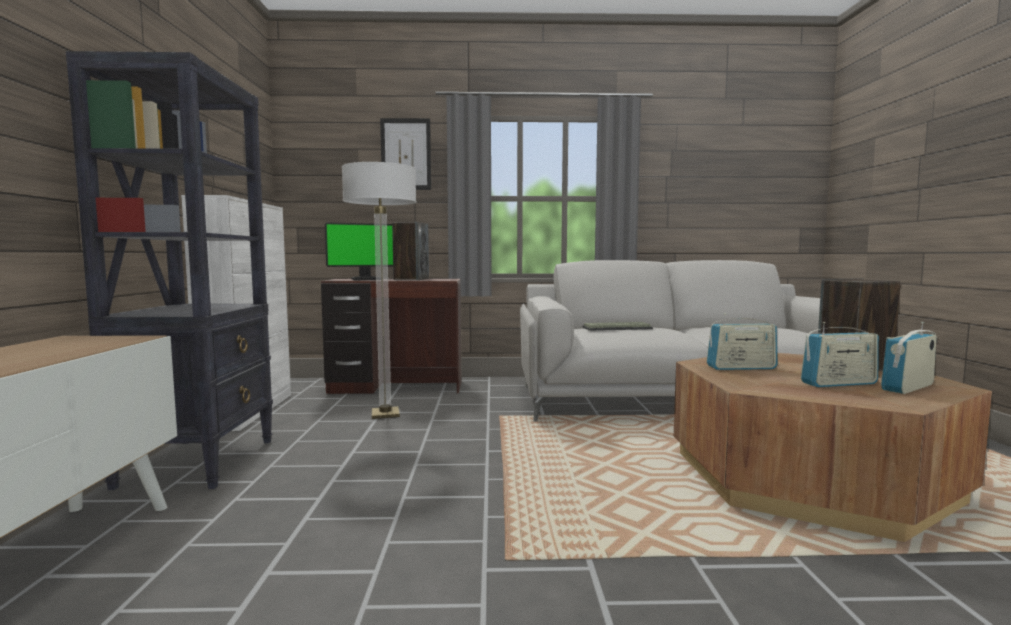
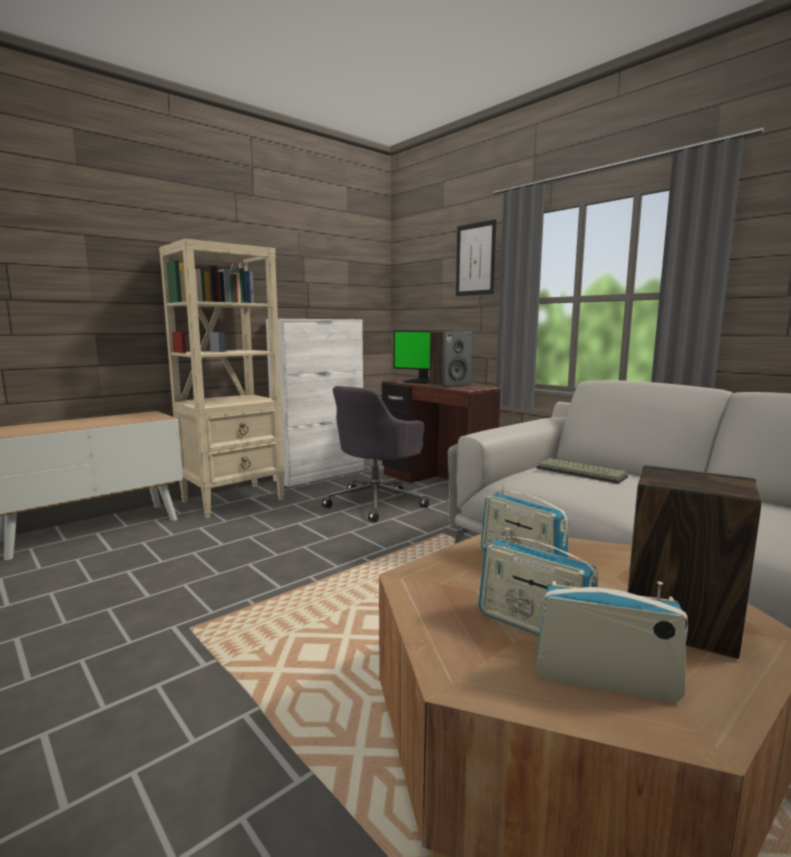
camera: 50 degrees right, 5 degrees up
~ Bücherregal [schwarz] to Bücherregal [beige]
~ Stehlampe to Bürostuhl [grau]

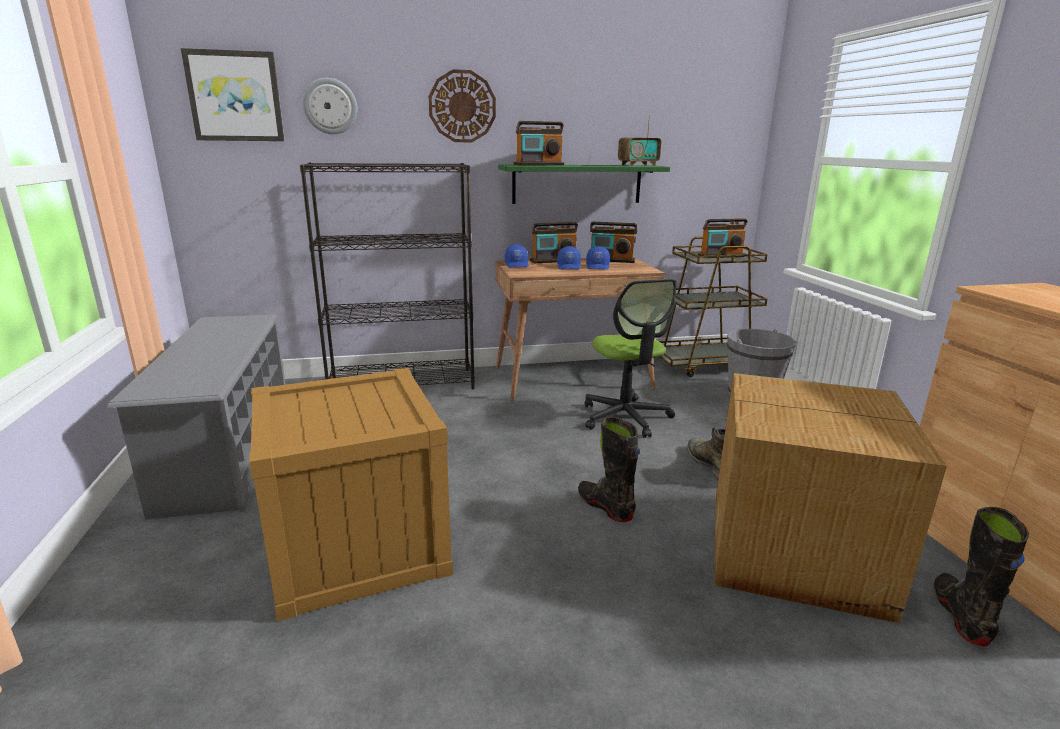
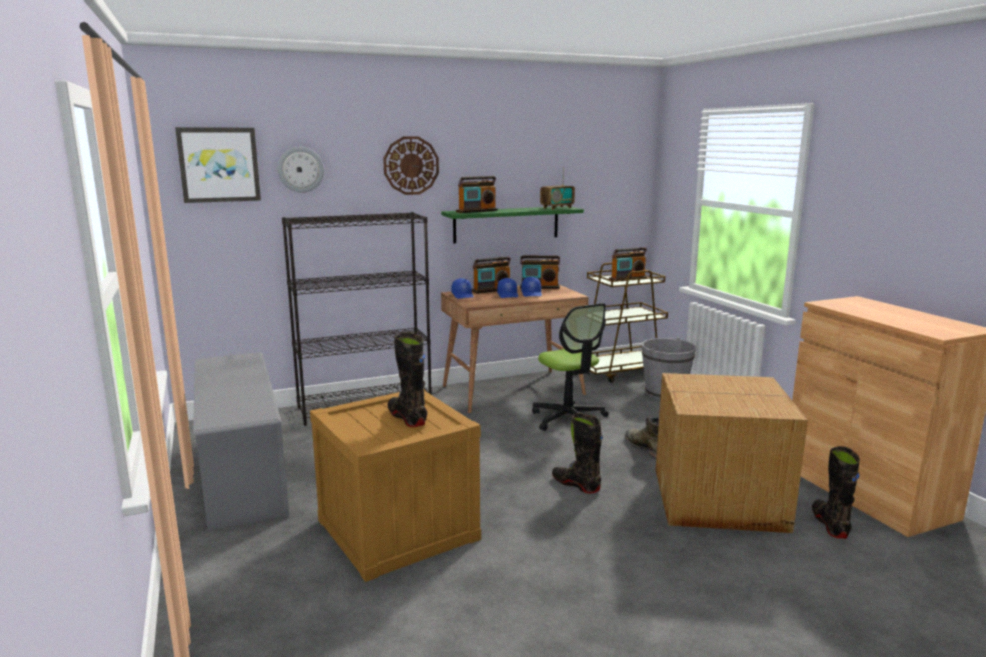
camera: 10 degrees left, 5 degrees down
+ Stiefel [schwarz] (no. 1 from left)

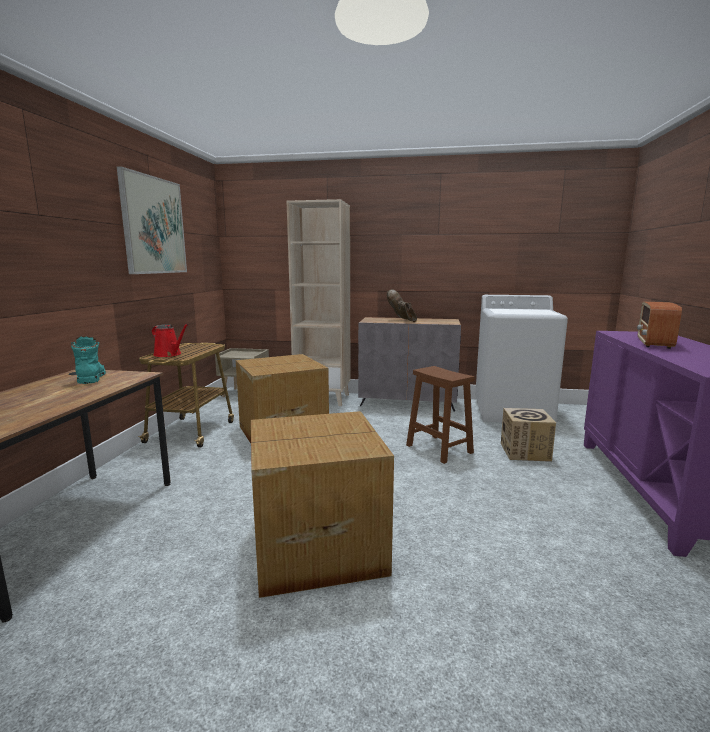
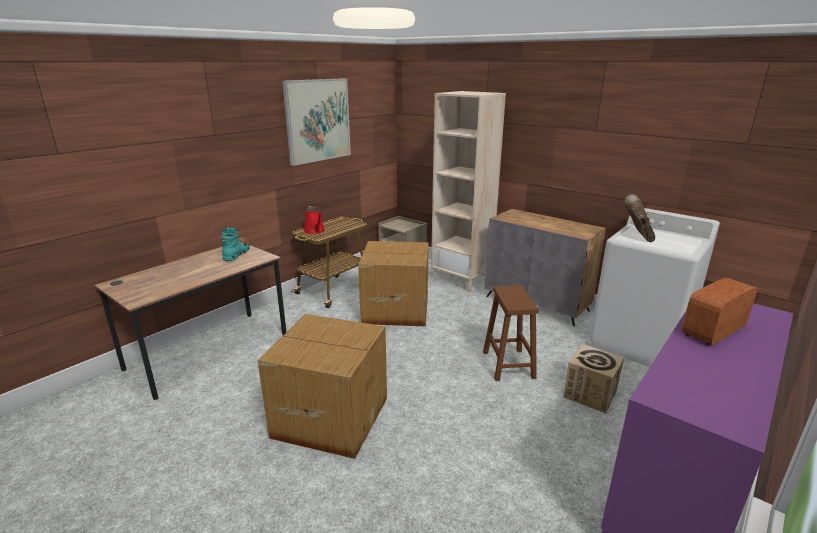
camera: 30 degrees right, 10 degrees up
~ Stiefel [braun]

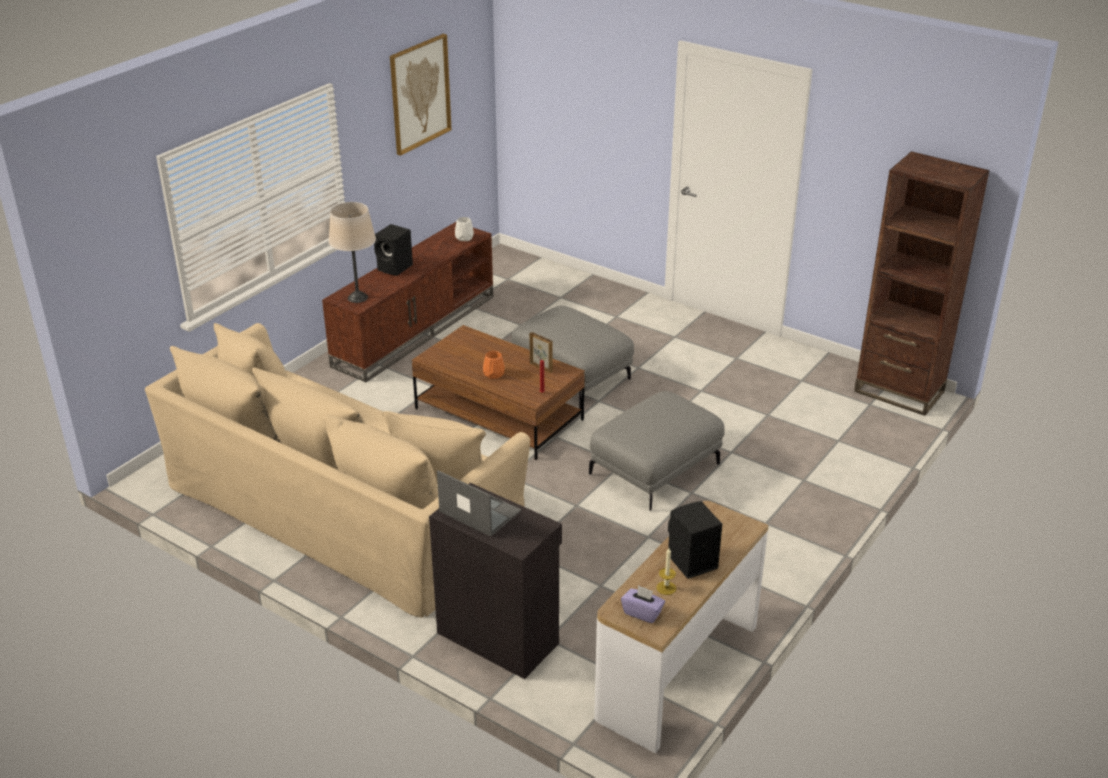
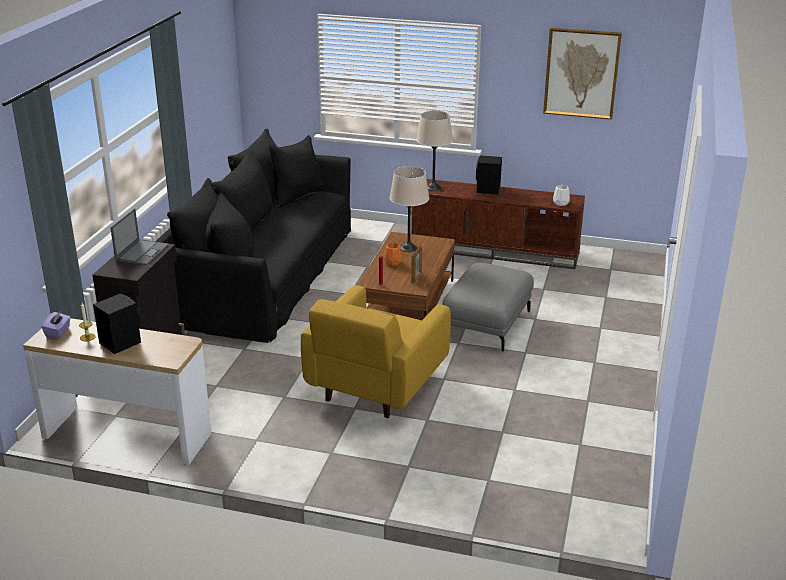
camera: 70 degrees right, 5 degrees down
~ Sofa [beige] to Sofa [schwarz]
~ Polsterhocker [grau] (no. 2 from left) to Sessel [gelb]
+ Tischlampe [beige] (no. 1 from left)
- Bücherregal [braun]

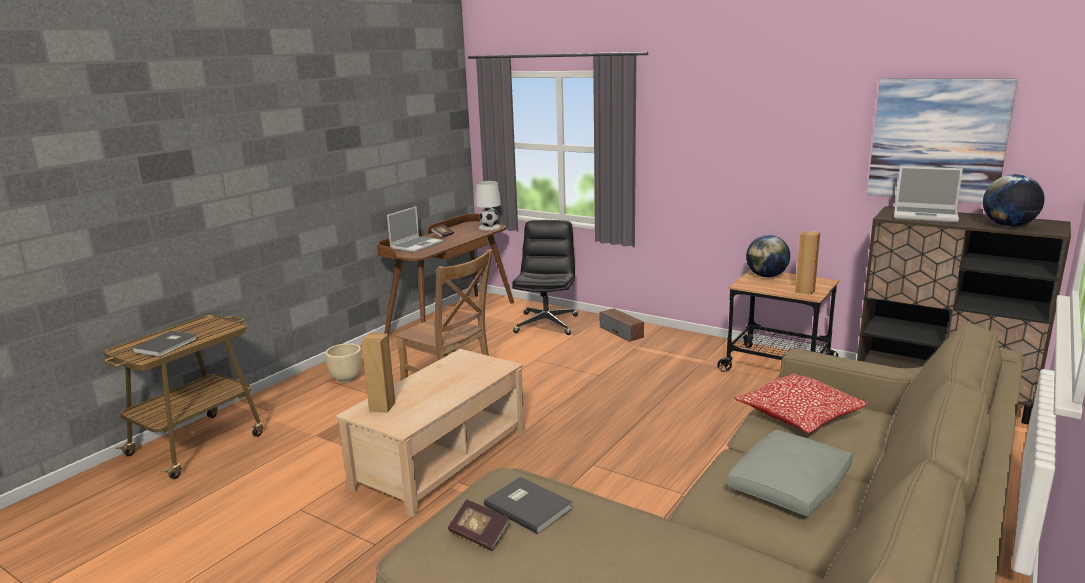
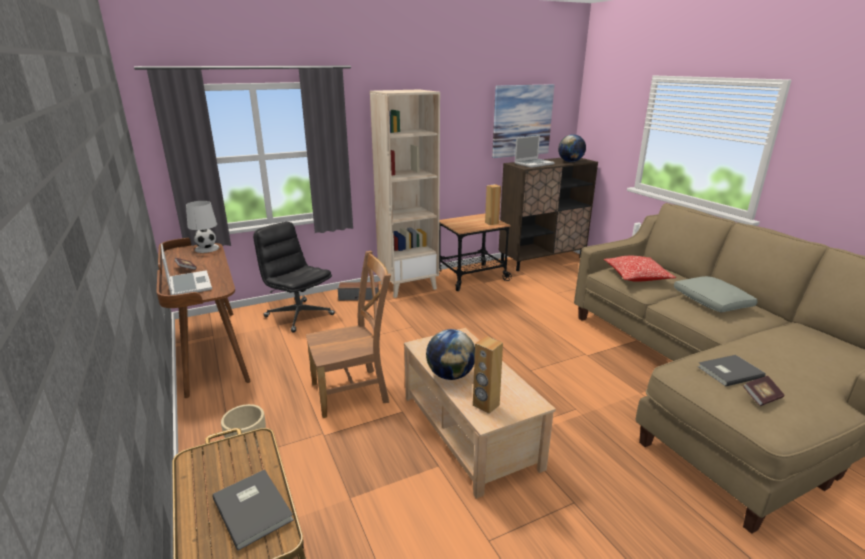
camera: 60 degrees left, 5 degrees up
+ Bücherregal [beige]
~ Globus (no. 1 from left)

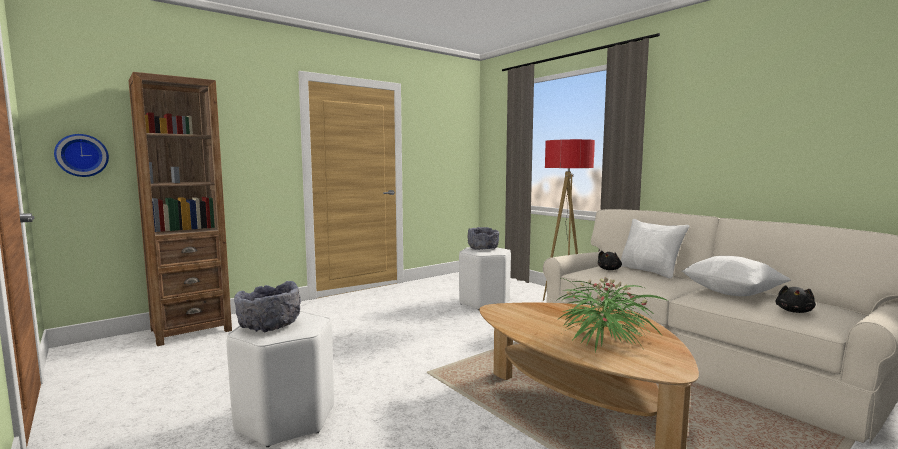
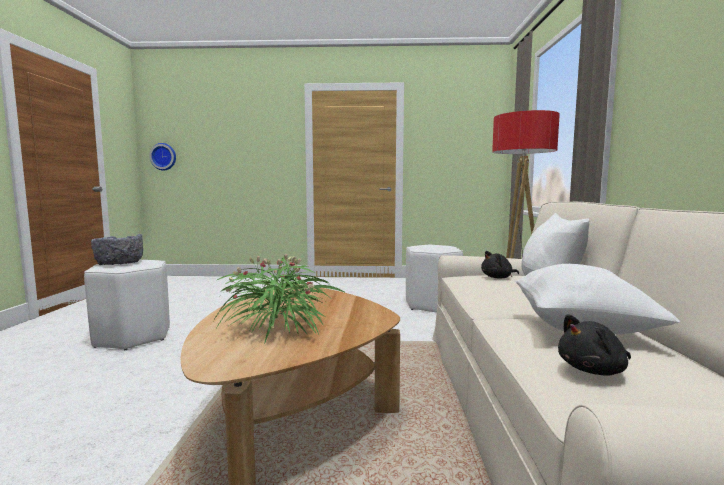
camera: 40 degrees right, 0 degrees up
- Bücherregal [braun]
- Schüssel [grau] (no. 2 from left)

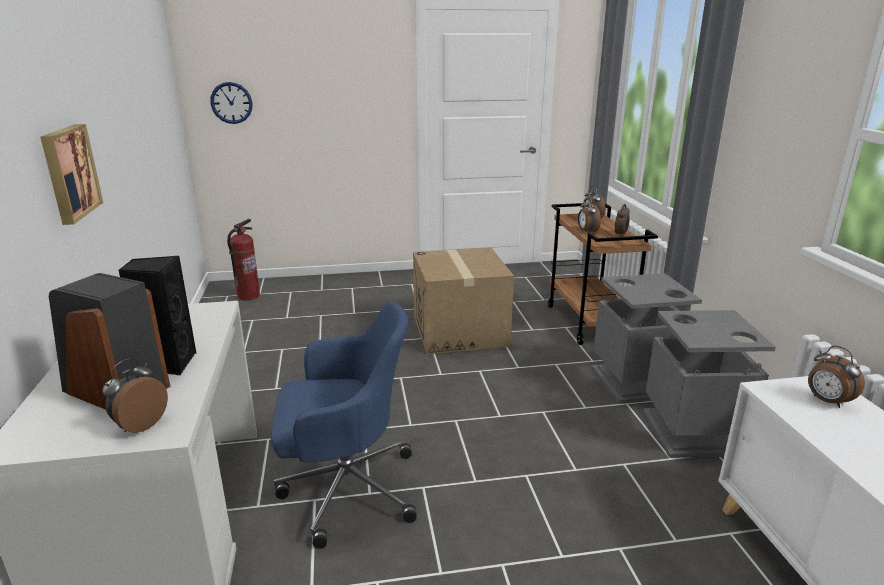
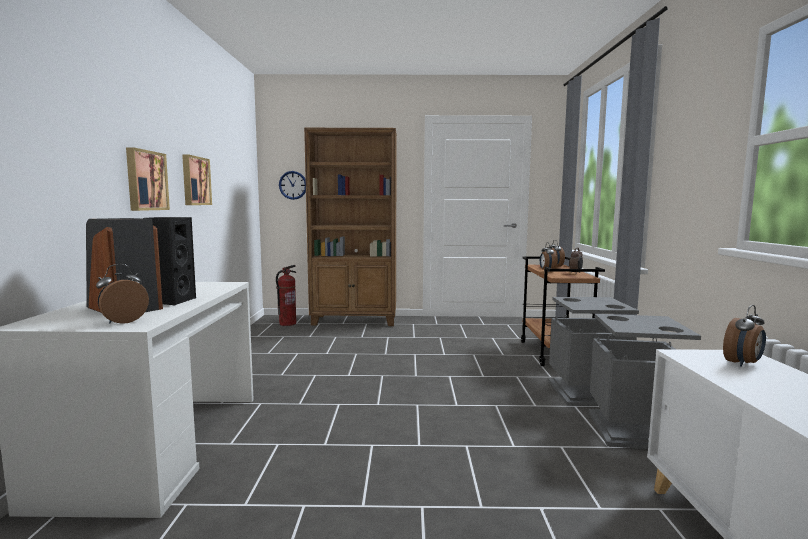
camera: 10 degrees right, 15 degrees down
+ Bild (no. 2 from left)
+ Bücherregal [braun]
~ Wecker (no. 5 from left) 105 degrees counterclockwise
- Bürostuhl [blau]
- Karton

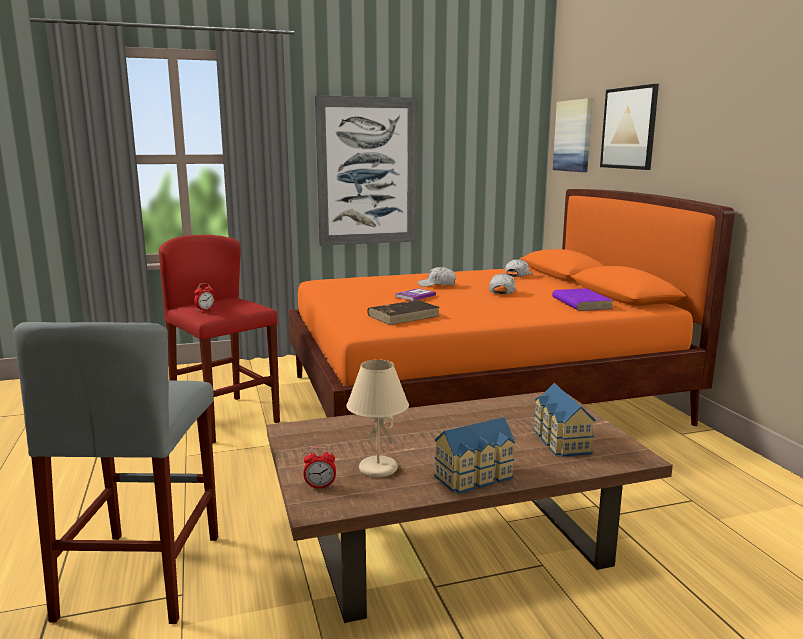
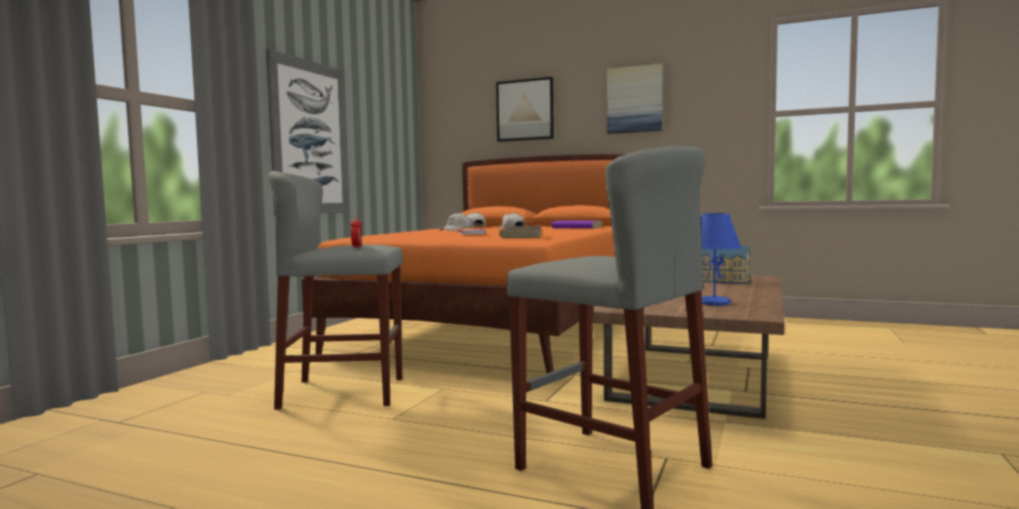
camera: 50 degrees left, 10 degrees down
~ Hocker [rot] to Hocker [grau] (no. 1 from left)
~ Bild (no. 2 from left in the first image) to Bild (no. 3 from left)
~ Tischlampe [beige] to Tischlampe [blau]
- Wecker (no. 2 from left)
- Spielzeughaus (no. 1 from left)

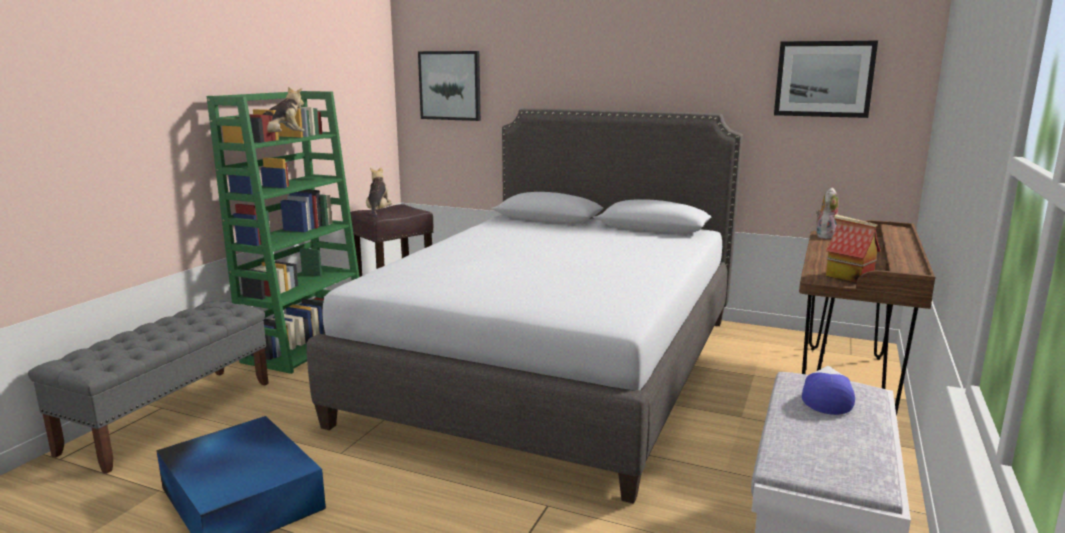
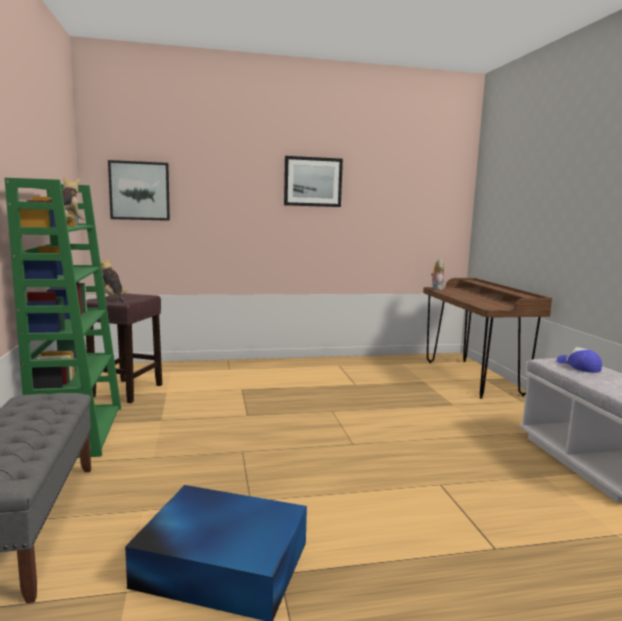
camera: 35 degrees left, 5 degrees down
~ Bild (no. 2 from left)
- Bett [grau]
- Spielzeughaus

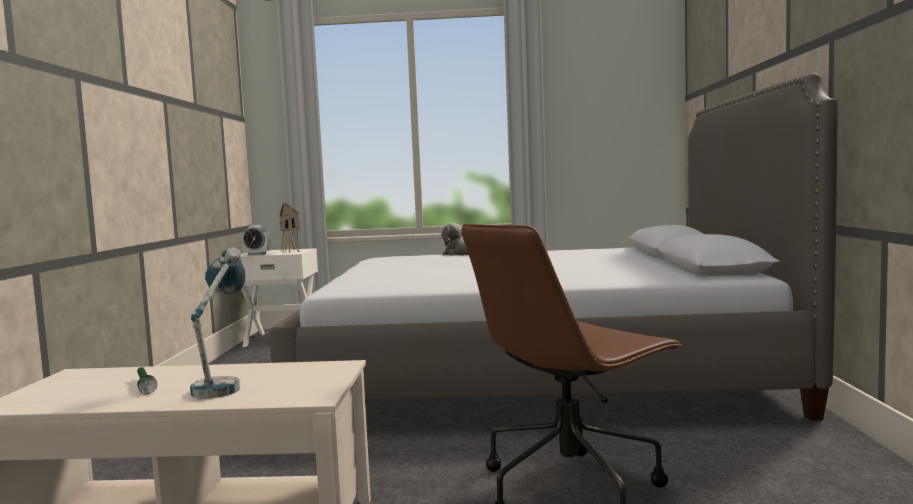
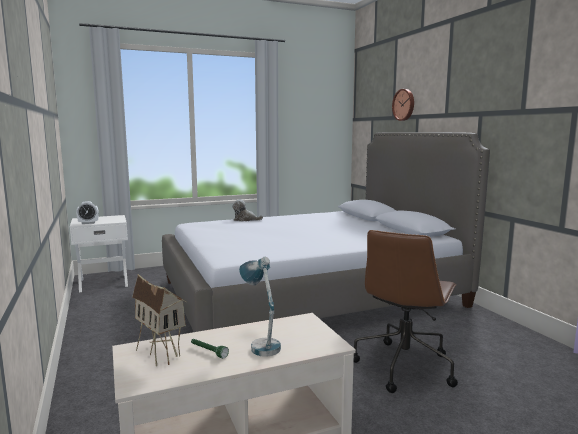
camera: 25 degrees left, 5 degrees up
~ Spielzeughaus
+ Wanduhr

